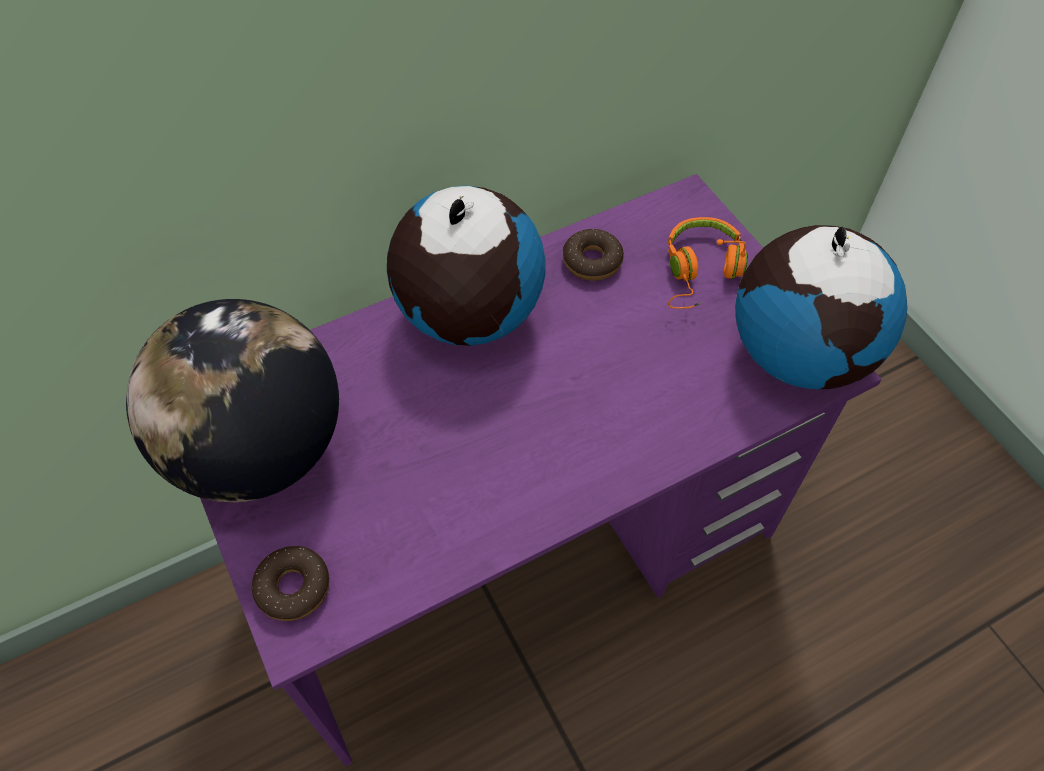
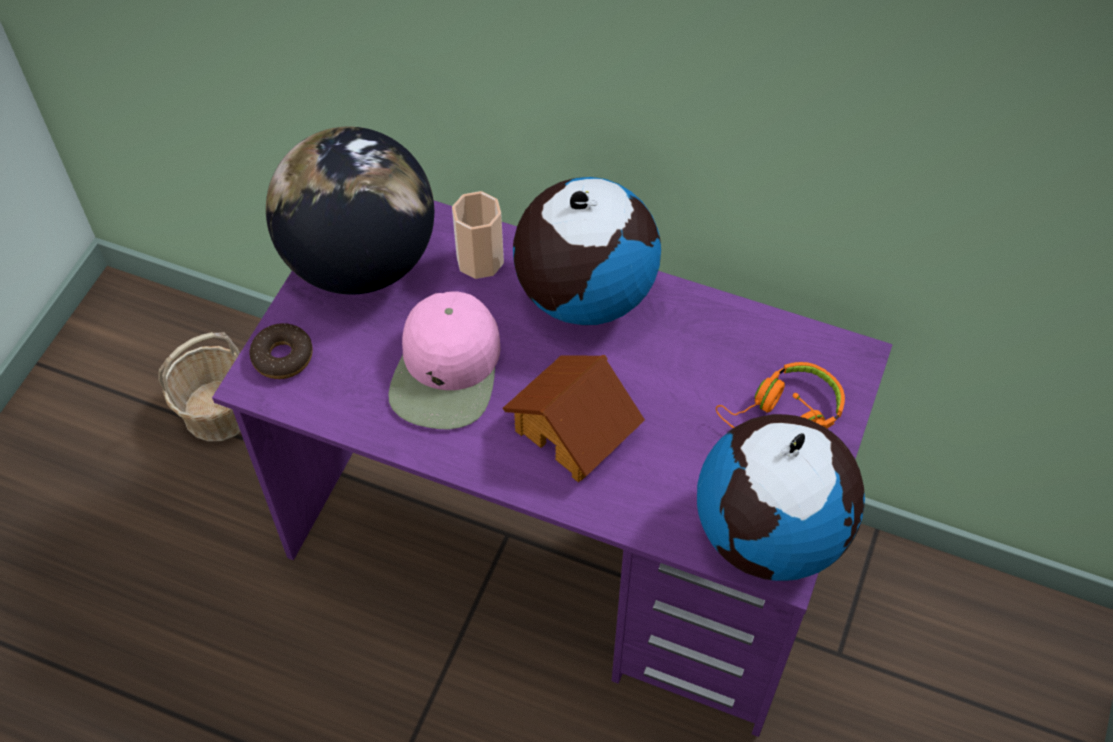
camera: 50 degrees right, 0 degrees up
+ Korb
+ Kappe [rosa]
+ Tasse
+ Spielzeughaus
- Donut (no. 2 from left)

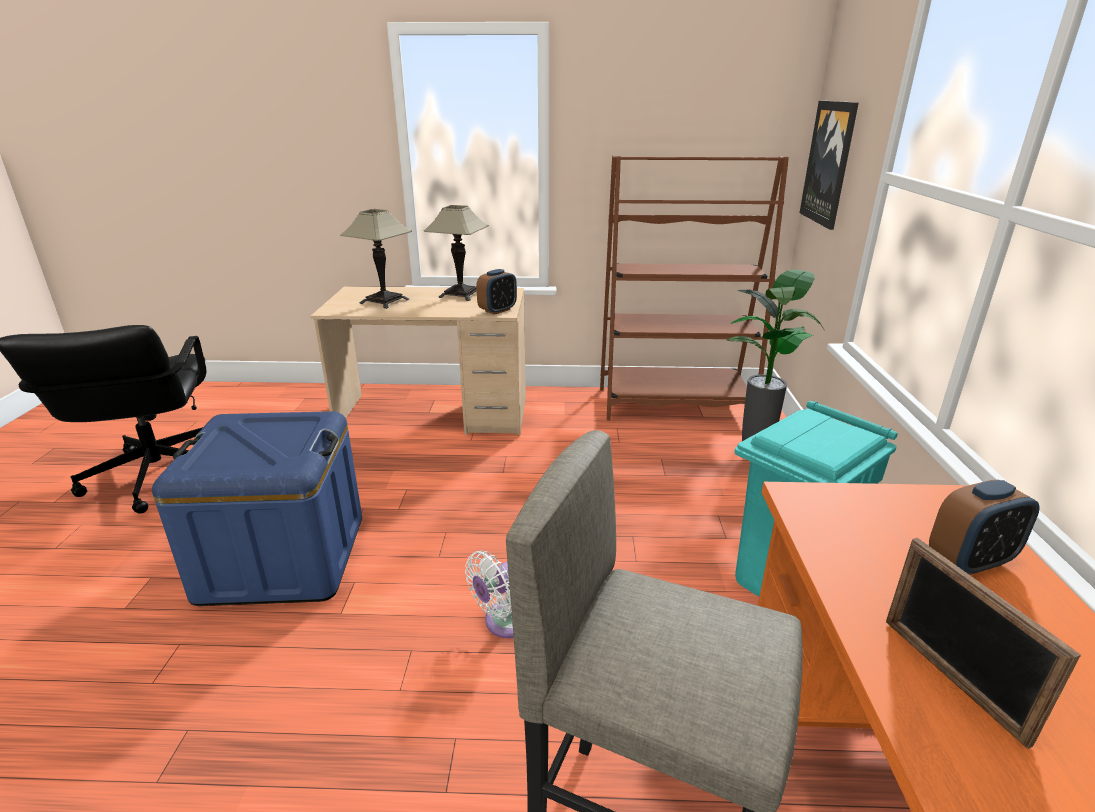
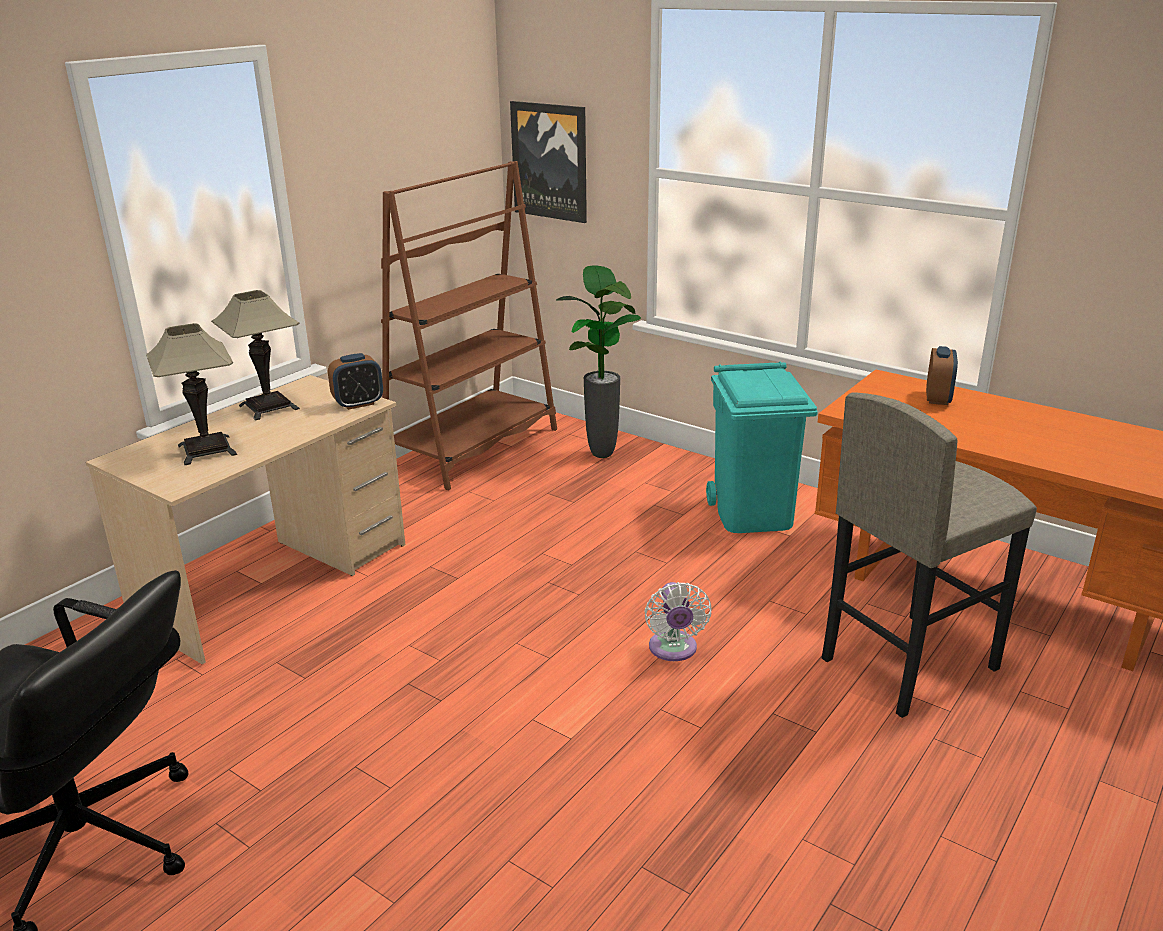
camera: 55 degrees left, 0 degrees up
~ Wecker (no. 1 from left) 75 degrees clockwise
- Aufbewahrungsbox [blau]
- Bilderrahmen

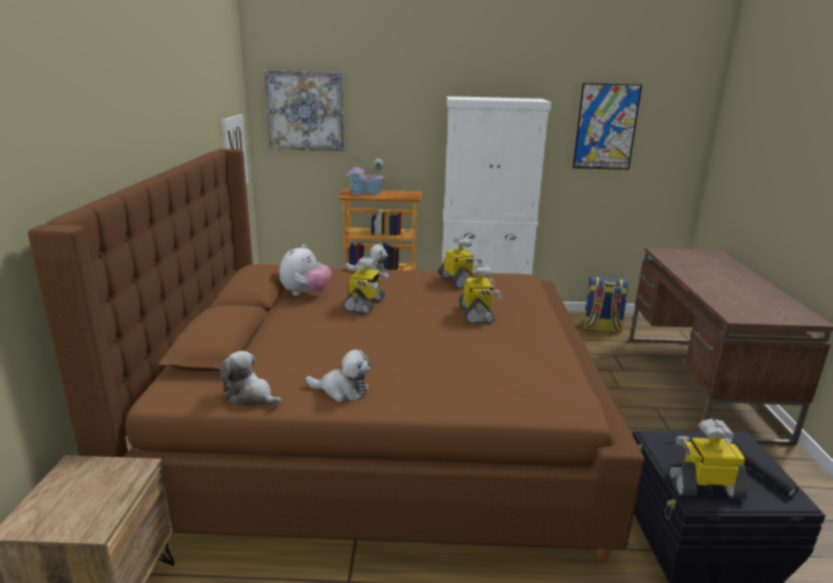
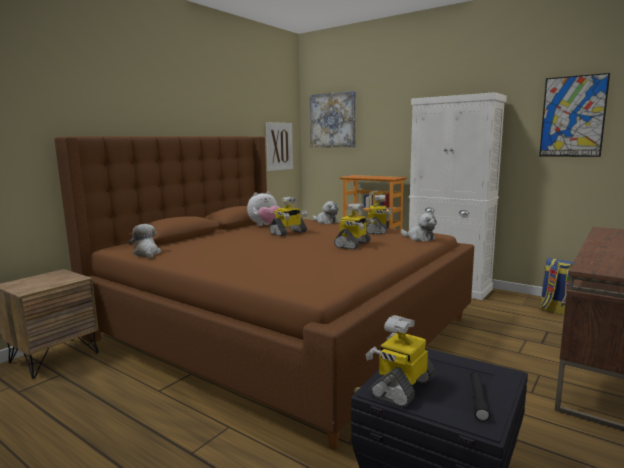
camera: 35 degrees right, 10 degrees down
~ Spielzeugroboter (no. 4 from left) 90 degrees counterclockwise
~ Plüschtier (no. 3 from left in the first image) to Plüschtier (no. 4 from left)
- Spielzeughaus

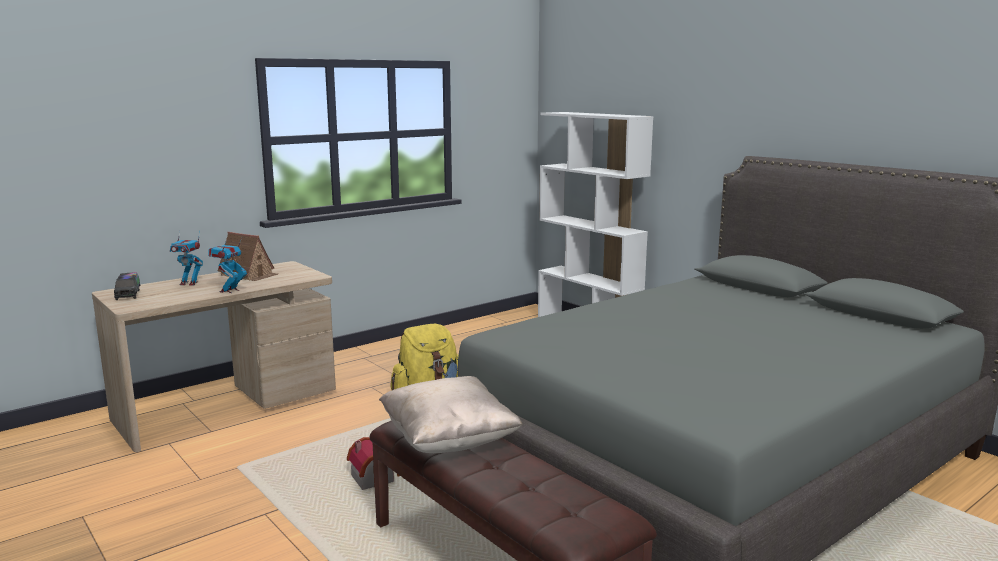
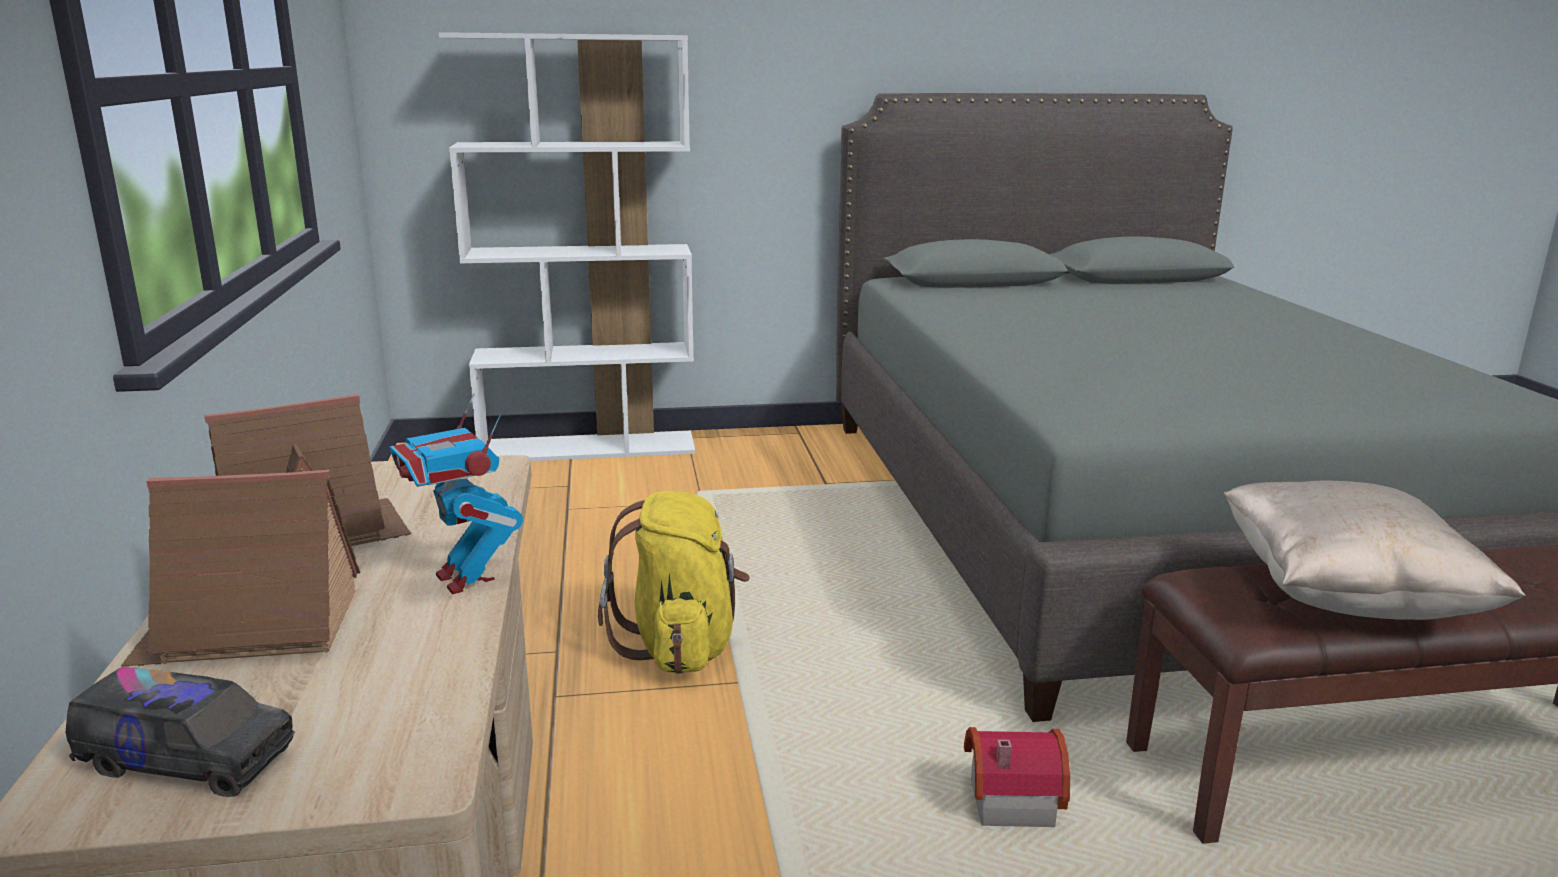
camera: 60 degrees left, 5 degrees up
~ Spielzeugroboter (no. 1 from left) to Spielzeughaus (no. 1 from left)

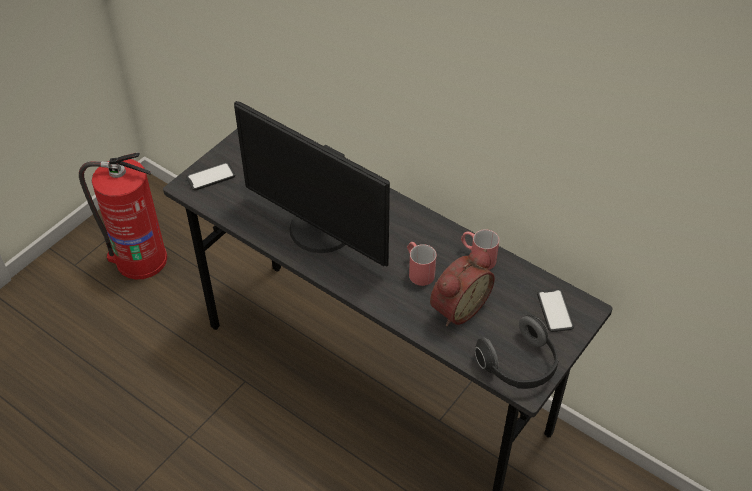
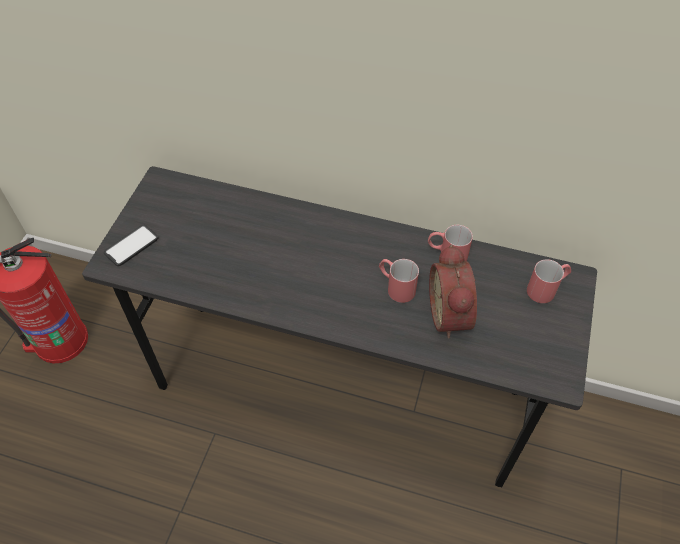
camera: 20 degrees left, 5 degrees up
~ Wecker 150 degrees clockwise
~ Handy (no. 2 from left) to Henkelbecher [rot] (no. 3 from left)
- Monitor
- Kopfhörer

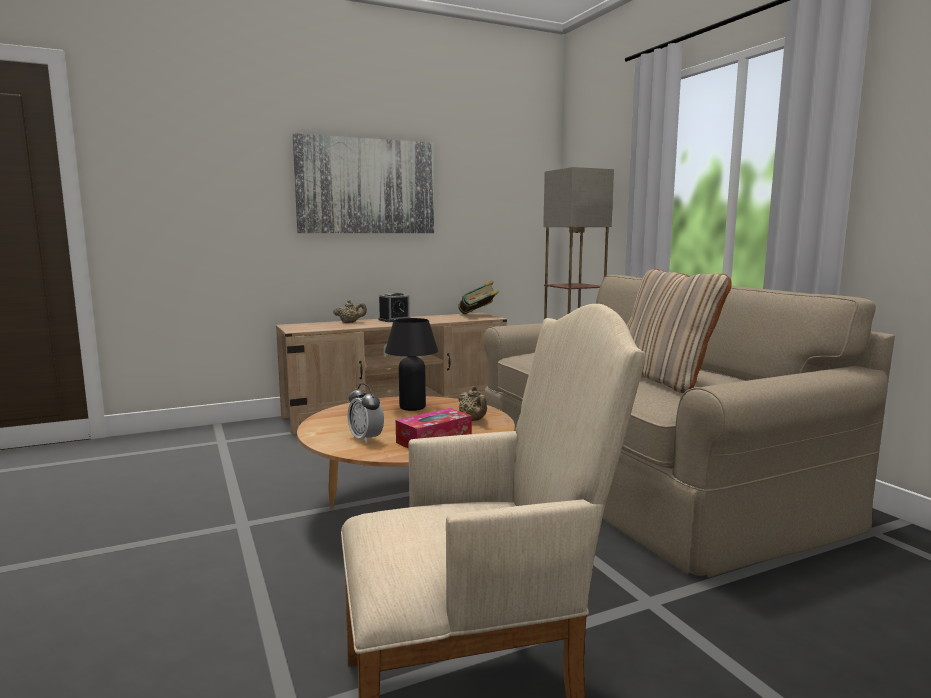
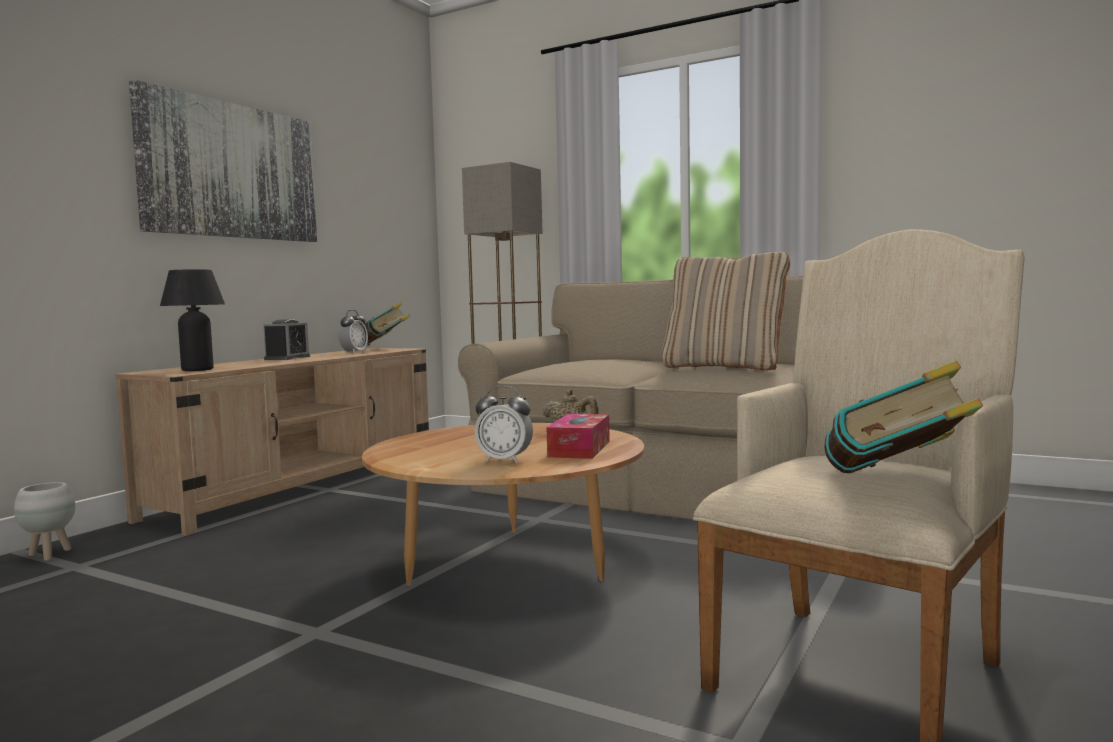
camera: 35 degrees left, 5 degrees down
+ Pflanzkübel [weiß]
~ Tischlampe [schwarz]
+ Wecker (no. 2 from left)
+ Buch (no. 2 from left)
- Teekanne [beige] (no. 1 from left)

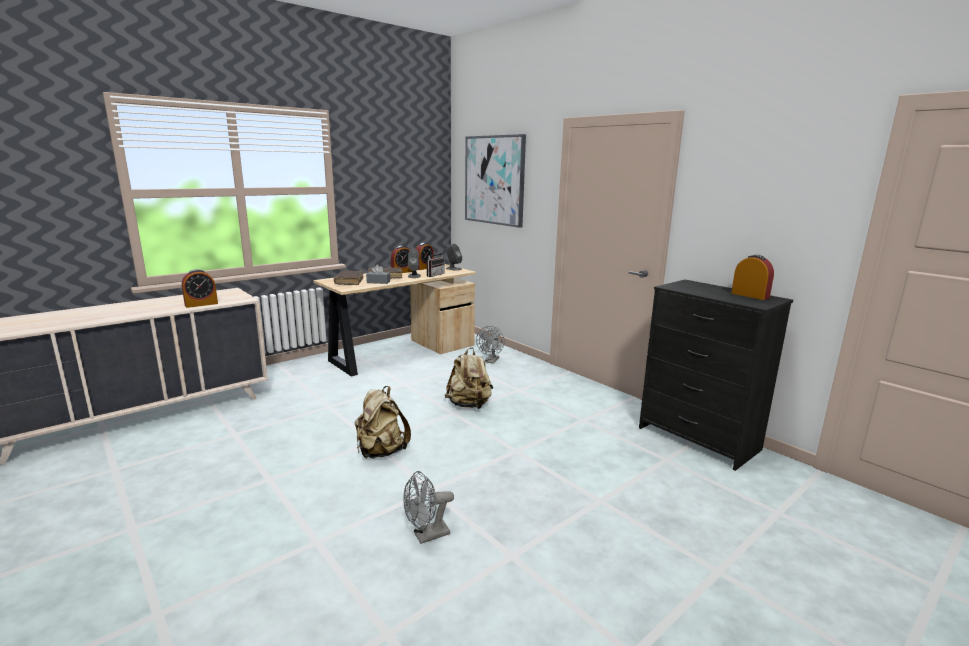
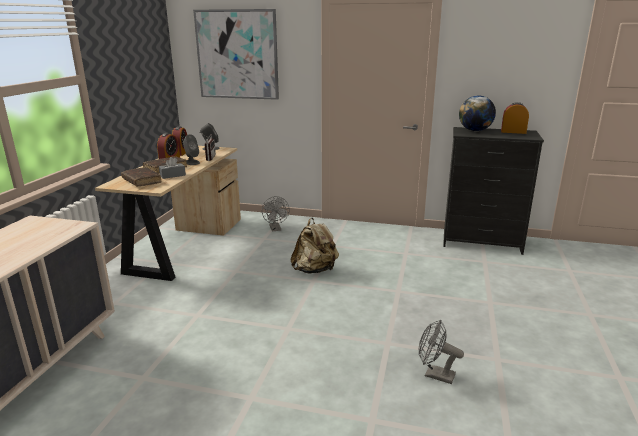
camera: 35 degrees left, 5 degrees up
~ Ventilator [grau] (no. 1 from left in the first image) 90 degrees clockwise
+ Globus
- Wecker (no. 1 from left)
- Rucksack [beige] (no. 1 from left)

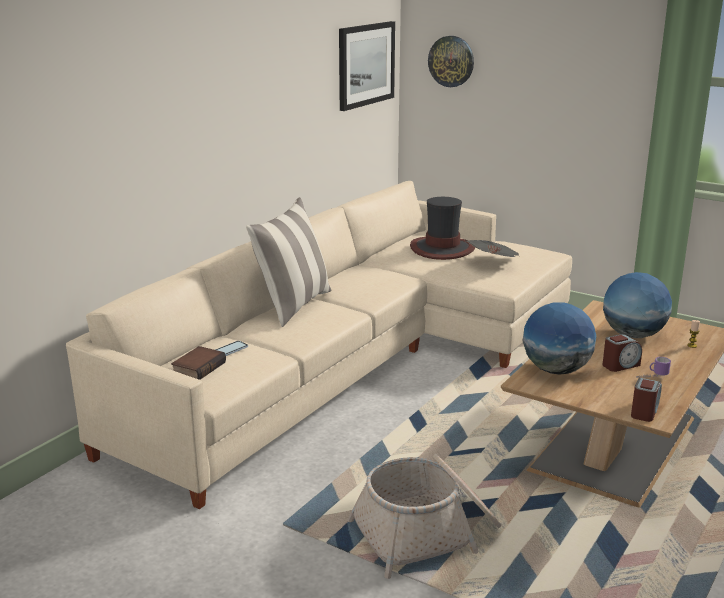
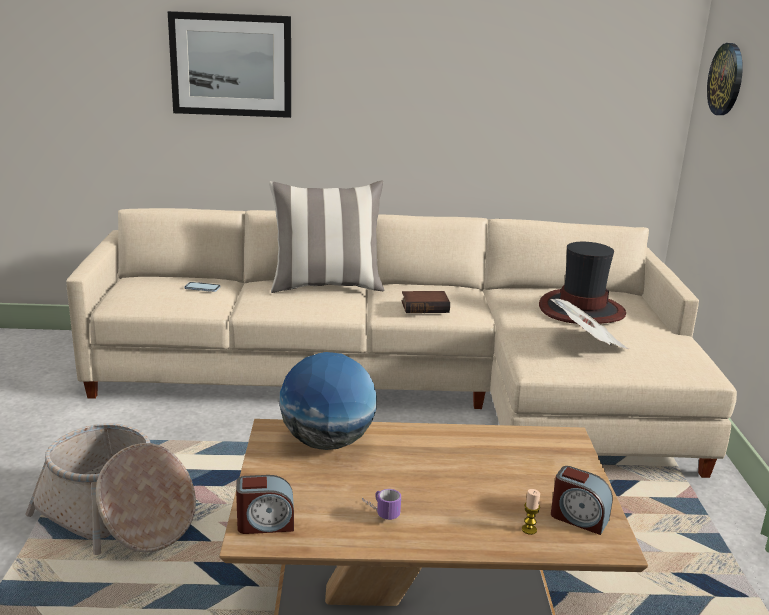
camera: 55 degrees right, 0 degrees up
~ Bild
~ Buch
~ Wecker (no. 1 from left in the first image) to Wecker (no. 2 from left)
- Globus (no. 2 from left)

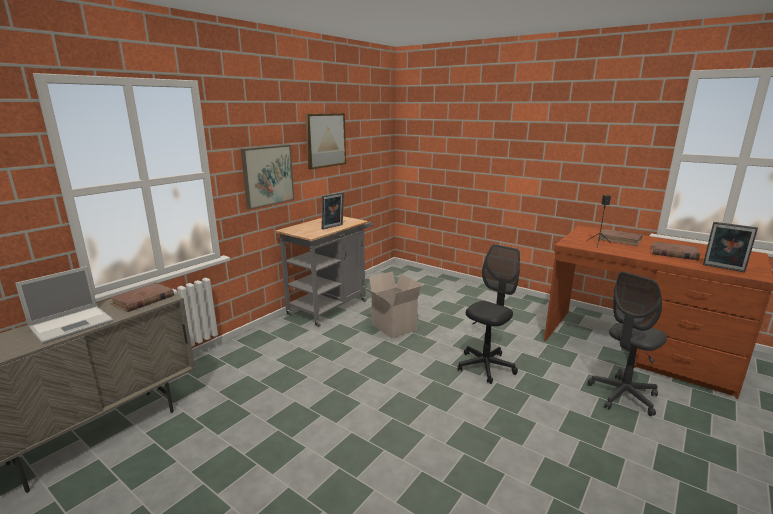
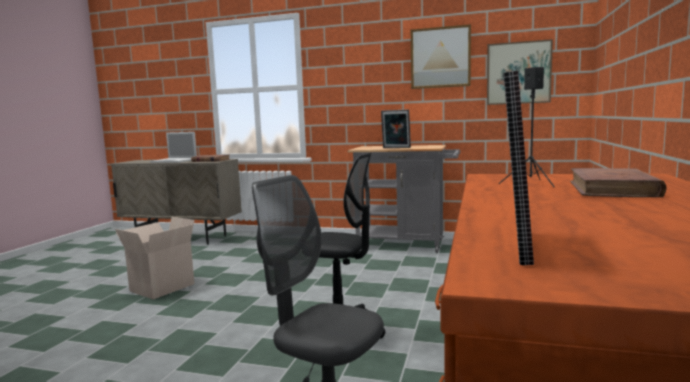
camera: 70 degrees right, 10 degrees down
~ Karton
~ Bild (no. 1 from left in the first image) to Bild (no. 2 from left)
- Buch [braun] (no. 3 from left)

